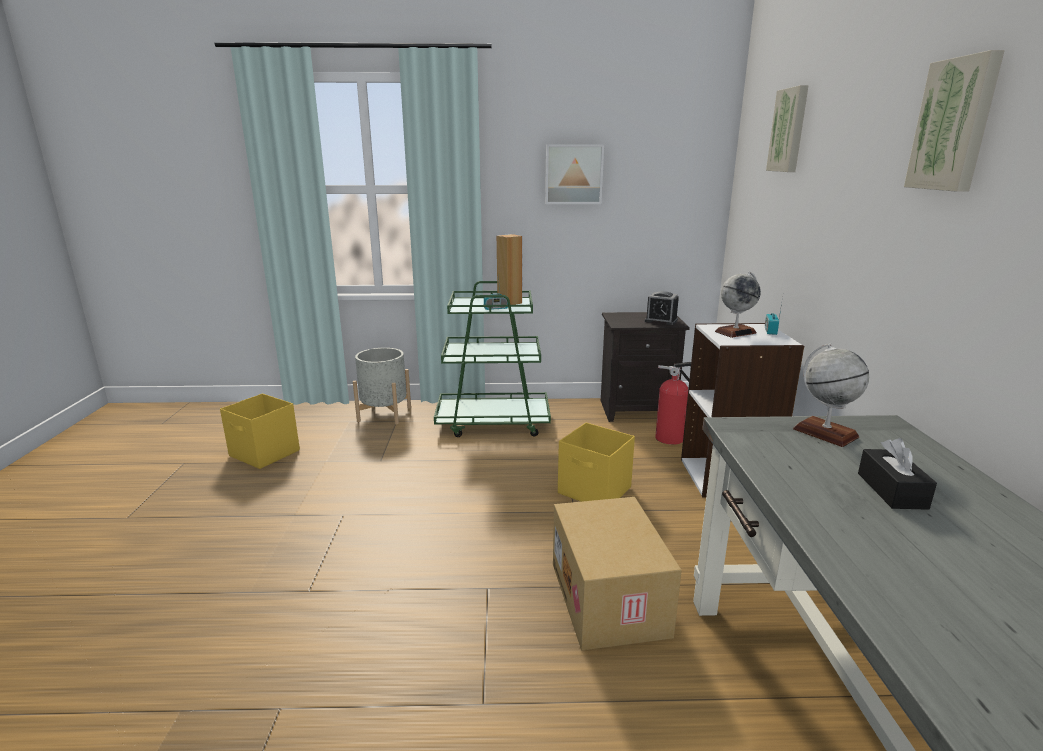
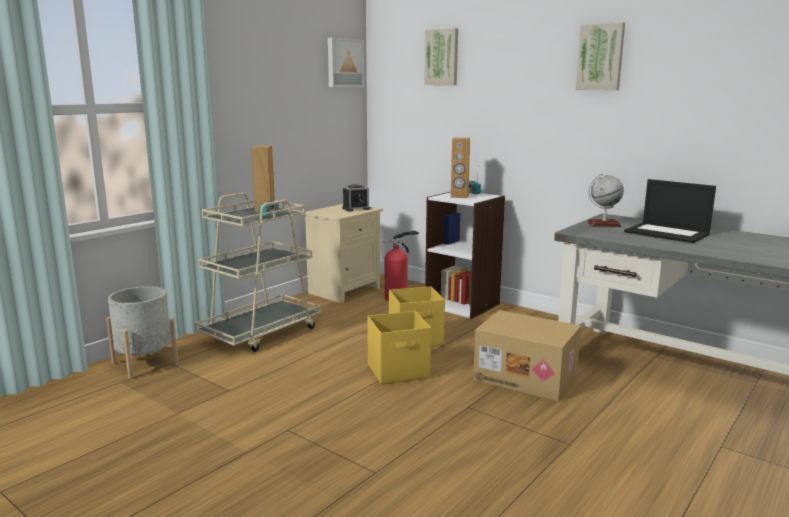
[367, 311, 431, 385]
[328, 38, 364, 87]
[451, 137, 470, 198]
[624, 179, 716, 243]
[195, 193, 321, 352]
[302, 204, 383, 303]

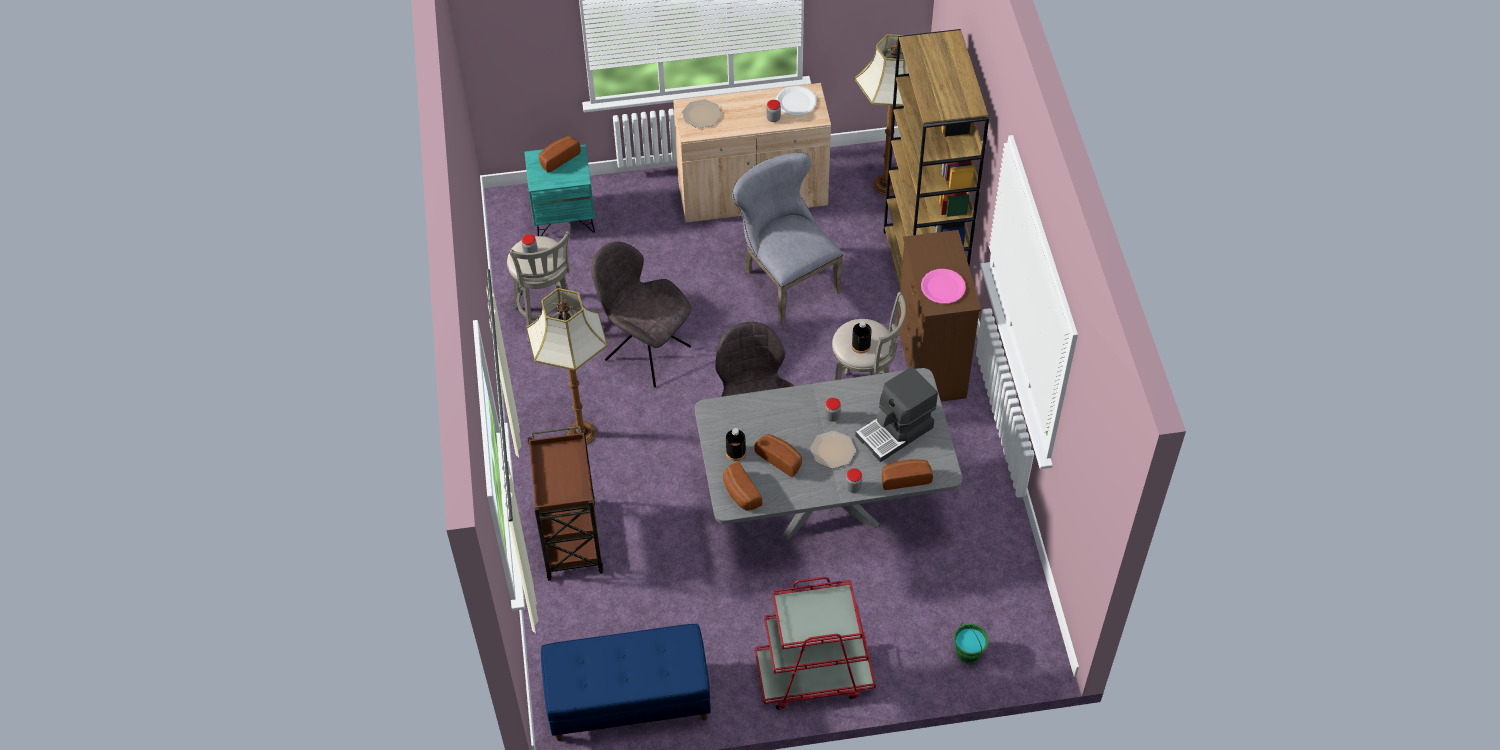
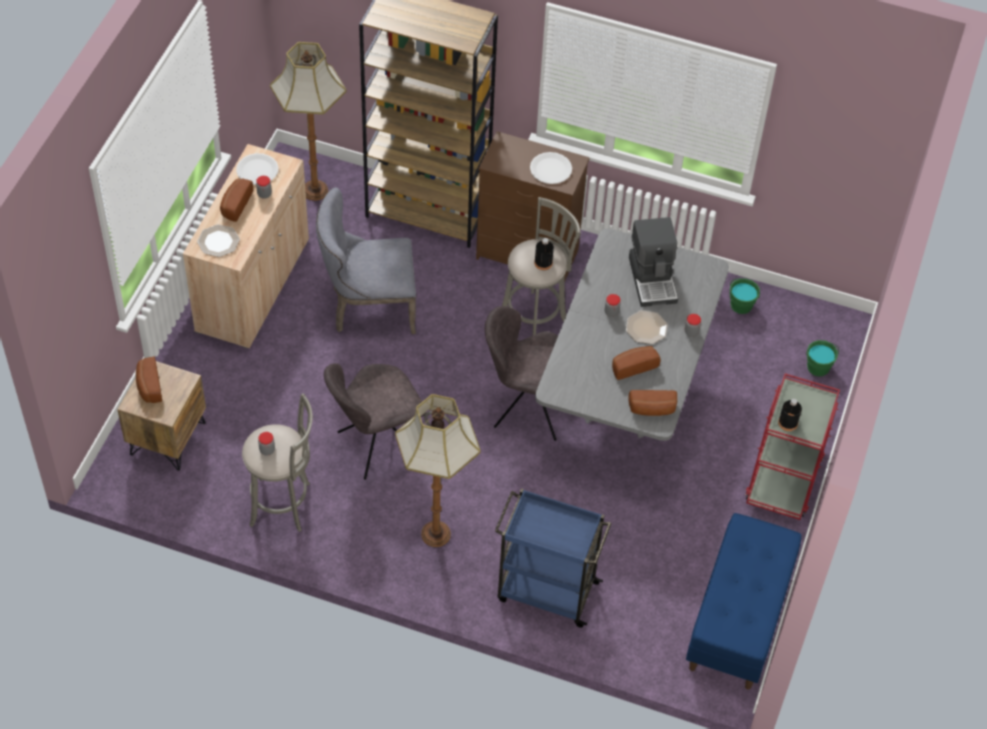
[730, 278, 760, 314]
[778, 399, 802, 431]
[220, 178, 253, 222]
[117, 361, 206, 471]
[495, 488, 612, 628]
[530, 152, 572, 184]

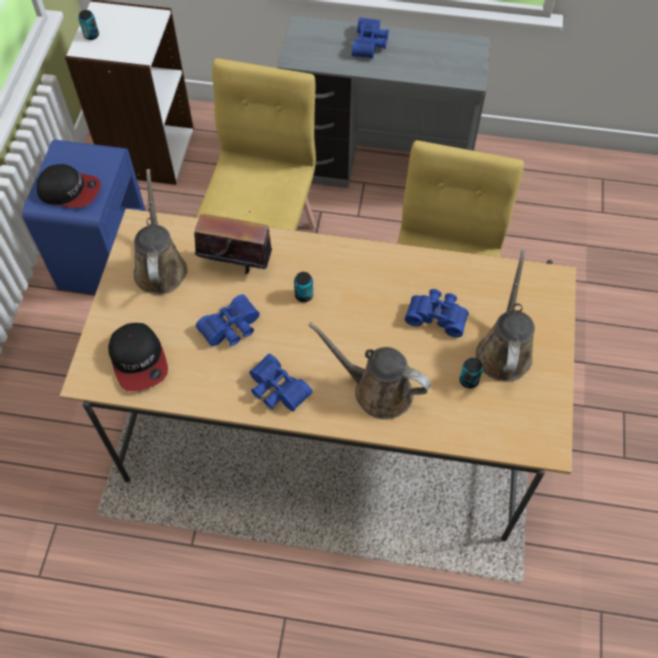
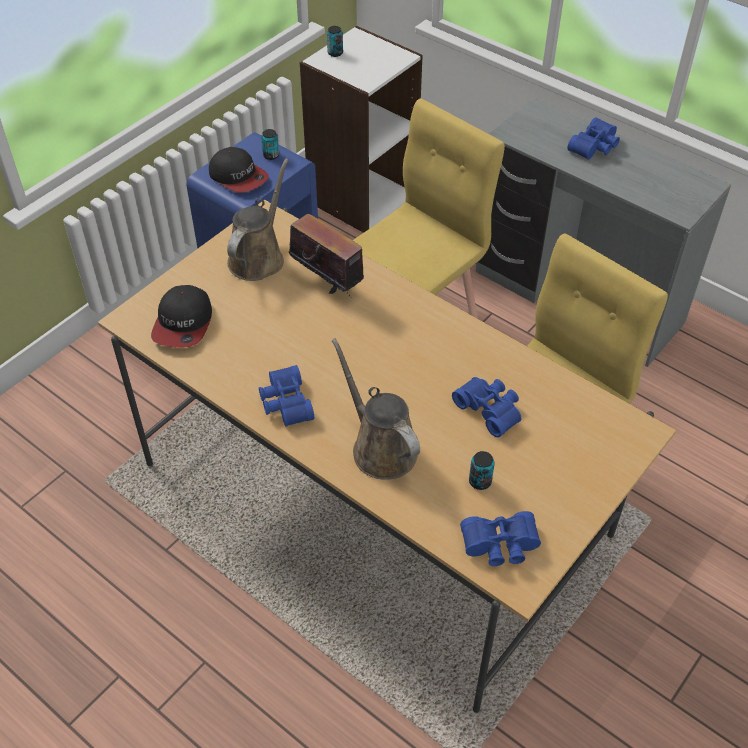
[476, 250, 535, 382] (first image)
[460, 511, 541, 566]
[261, 129, 279, 160]

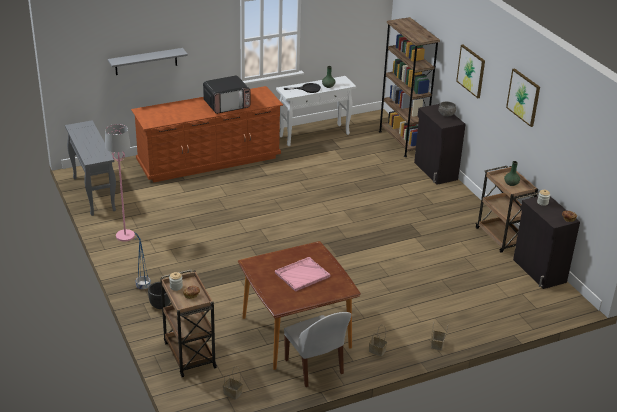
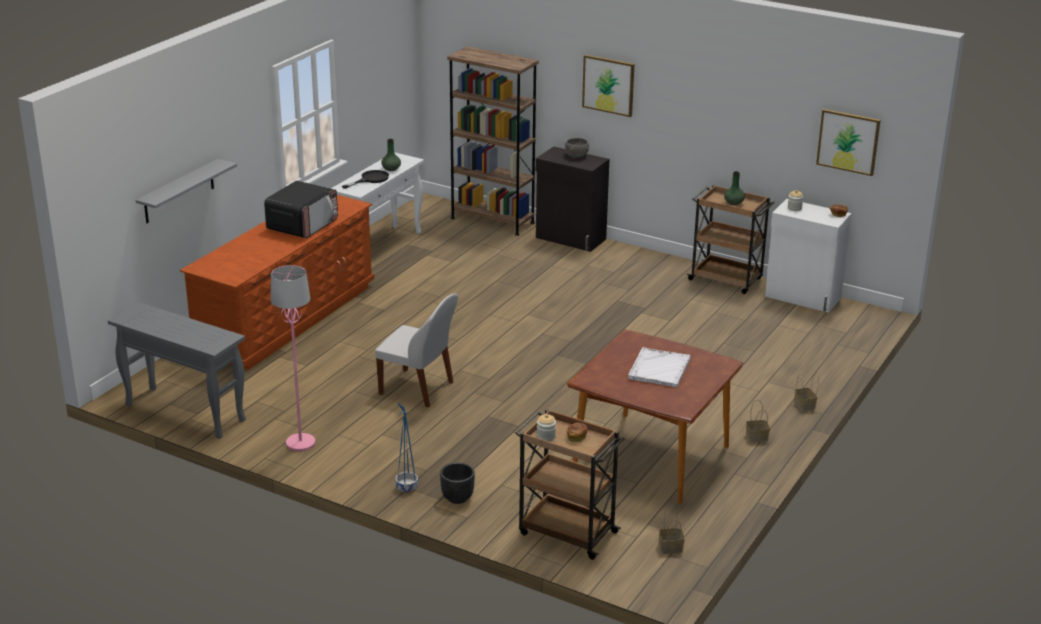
[375, 294, 458, 407]
[816, 109, 880, 176]
[628, 347, 691, 387]
[765, 199, 852, 313]

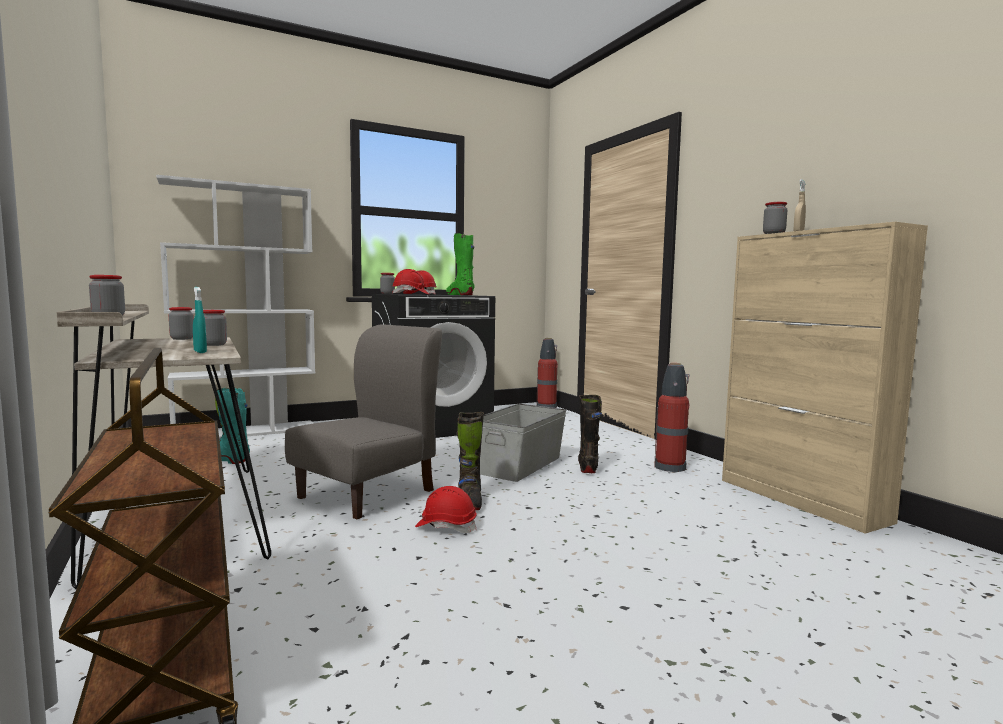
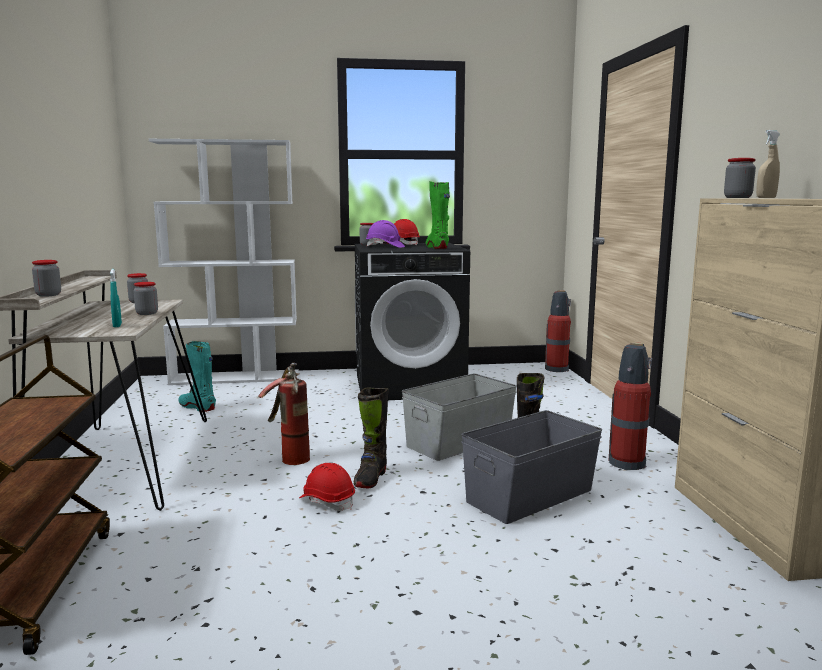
[461, 410, 602, 524]
[258, 363, 310, 465]
[366, 220, 405, 248]

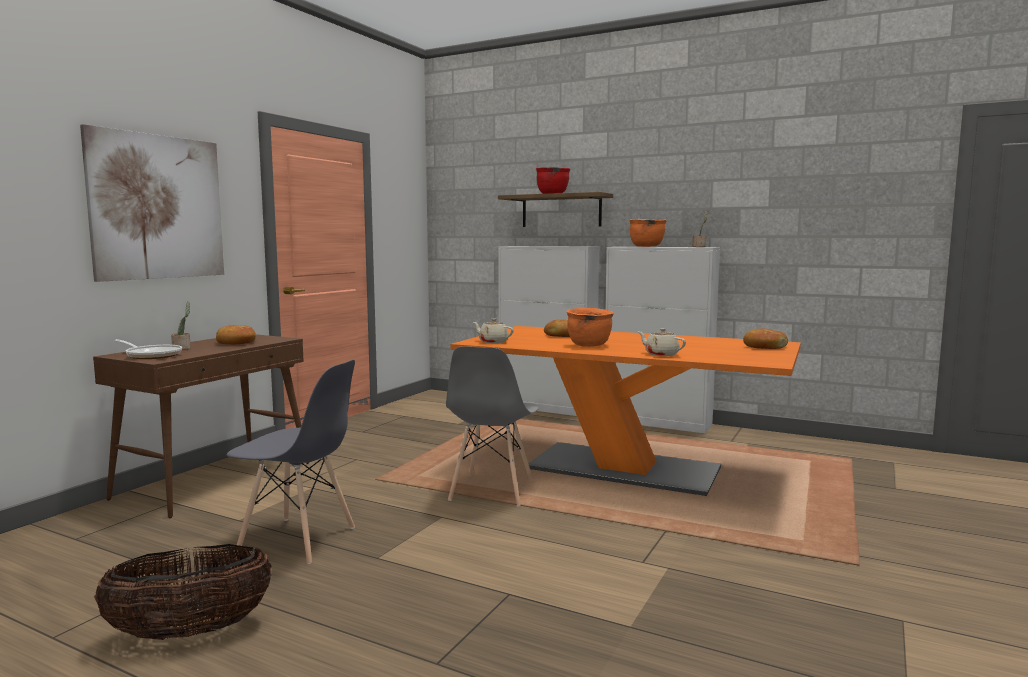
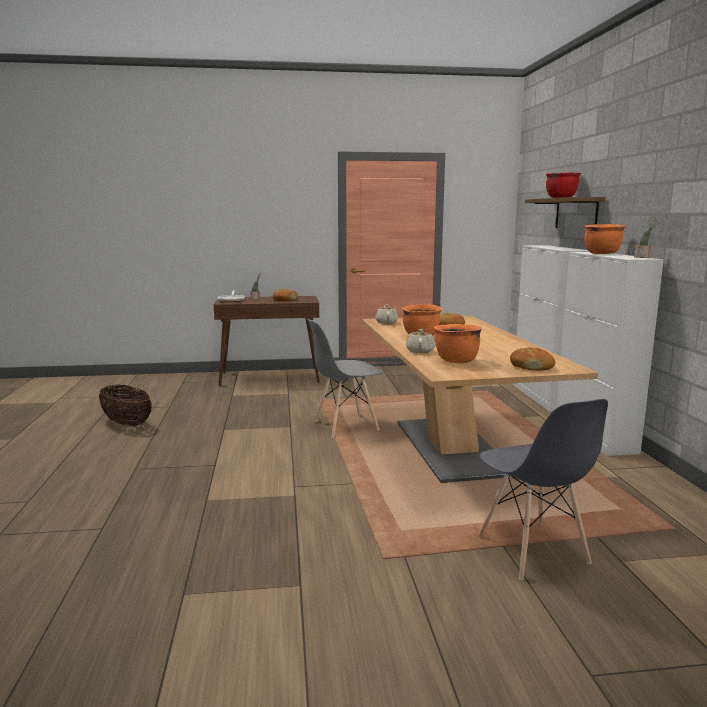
[80, 124, 224, 282] (first image)
[434, 324, 482, 363]
[478, 399, 608, 580]
[362, 316, 598, 483]

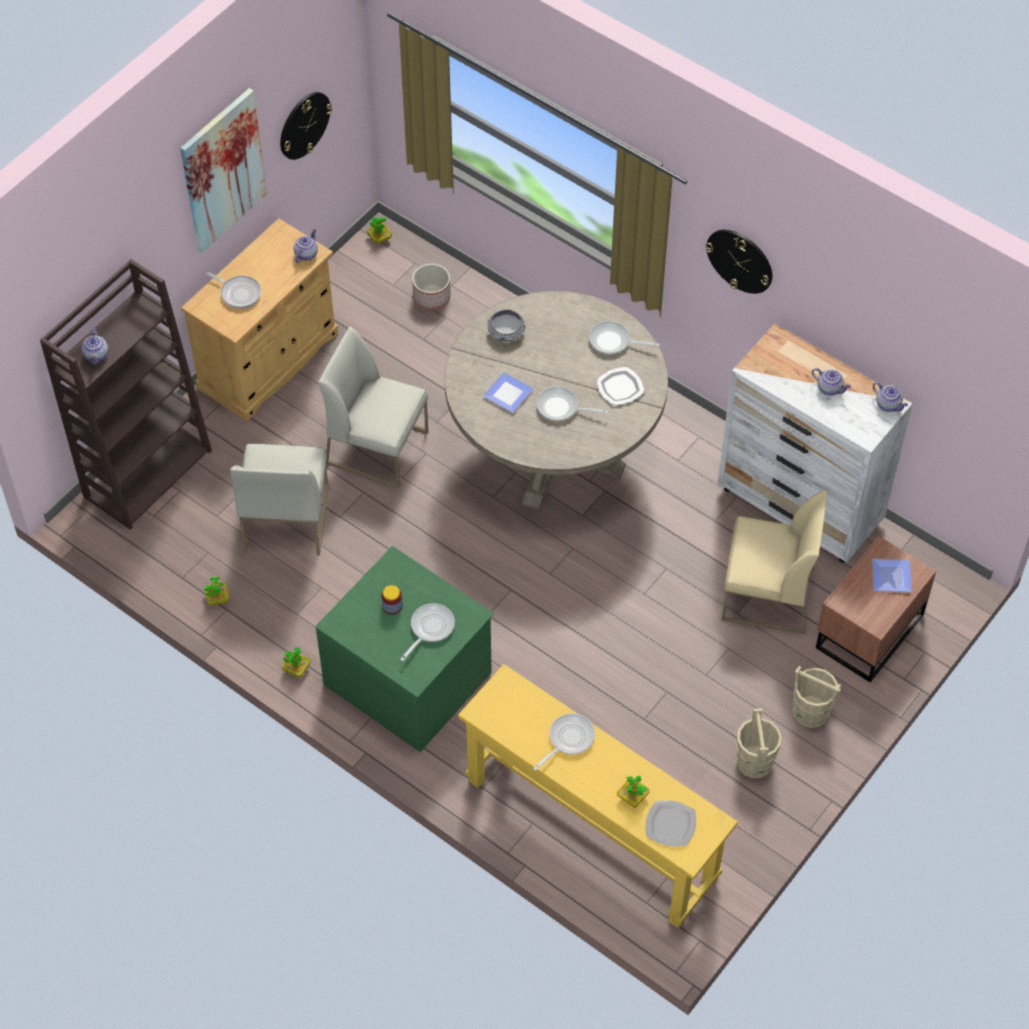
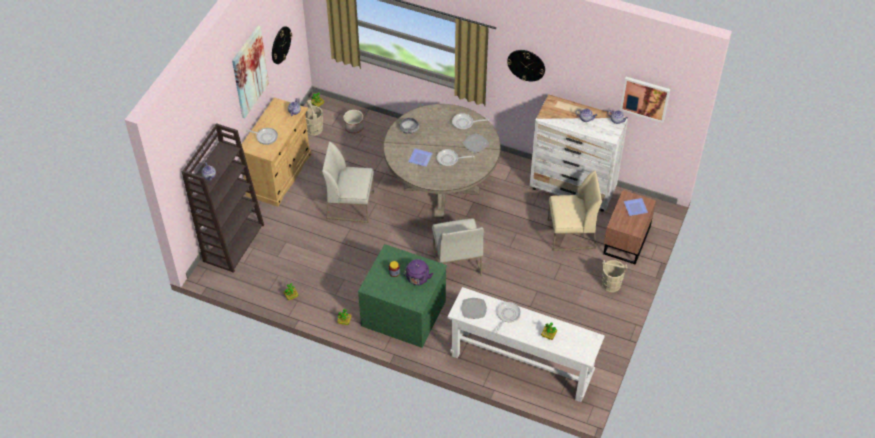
[620, 77, 670, 123]
[432, 218, 484, 276]
[461, 298, 487, 319]
[305, 100, 323, 136]
[404, 259, 433, 285]
[448, 287, 605, 402]

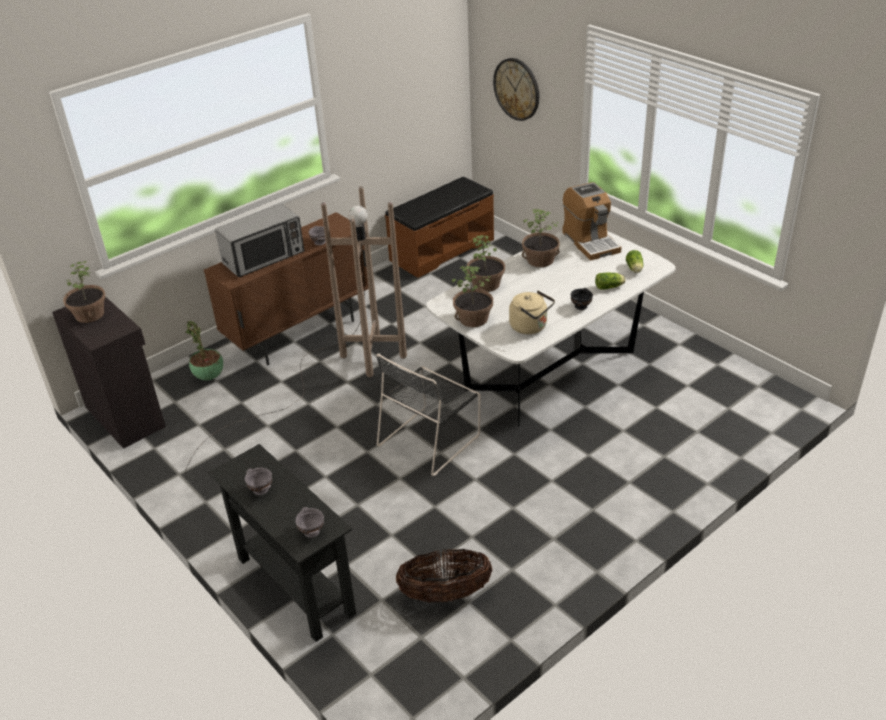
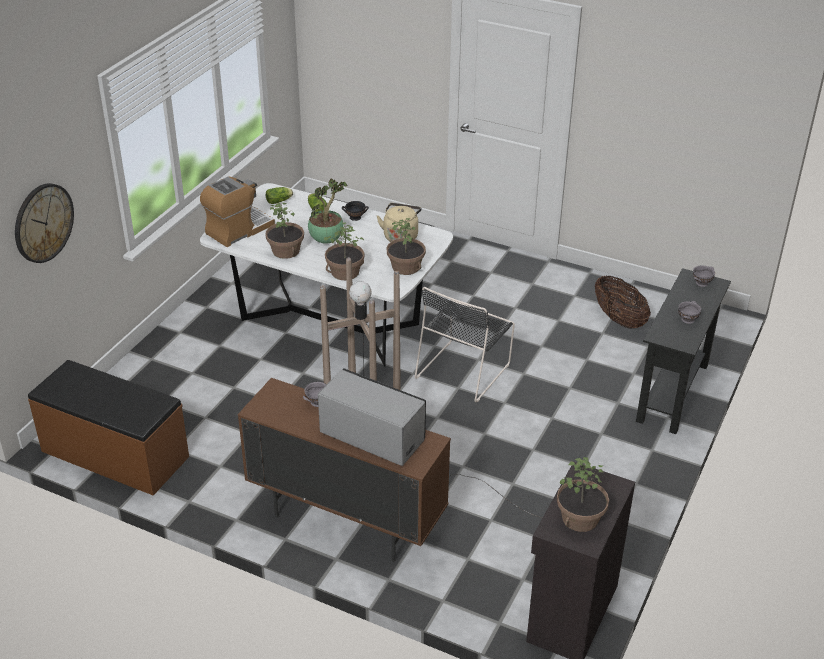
[308, 178, 348, 244]
[415, 287, 515, 402]

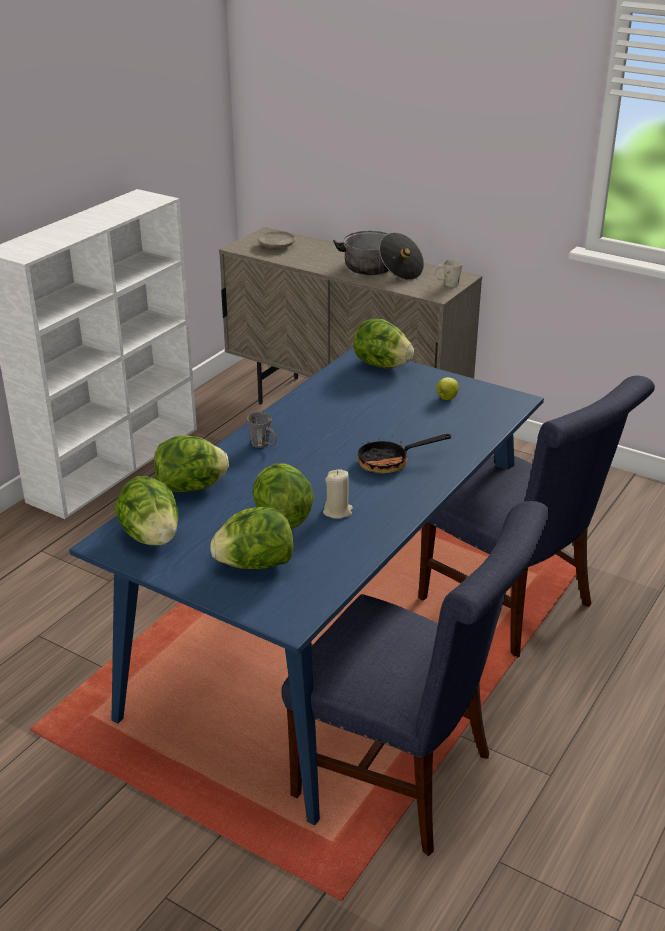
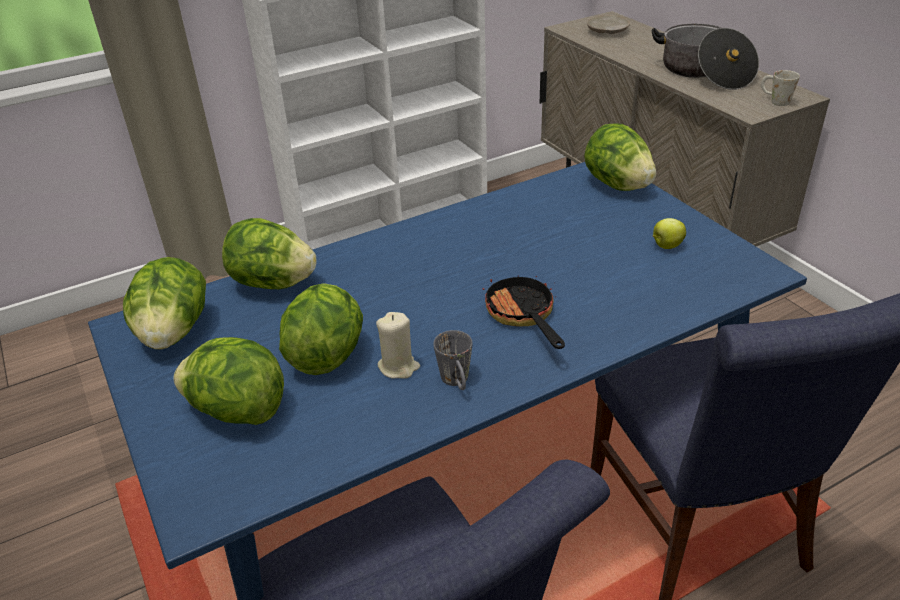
[433, 330, 473, 390]
[483, 275, 565, 349]

